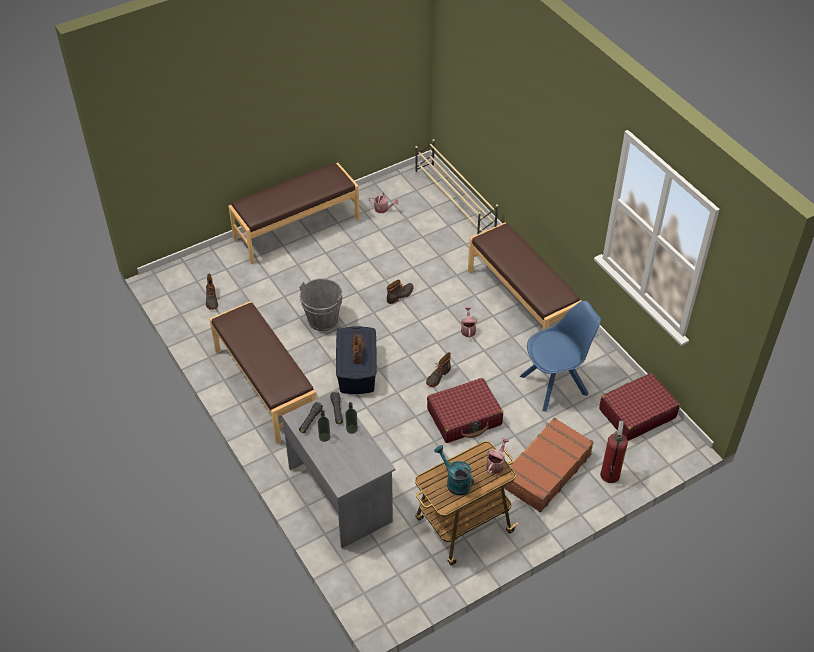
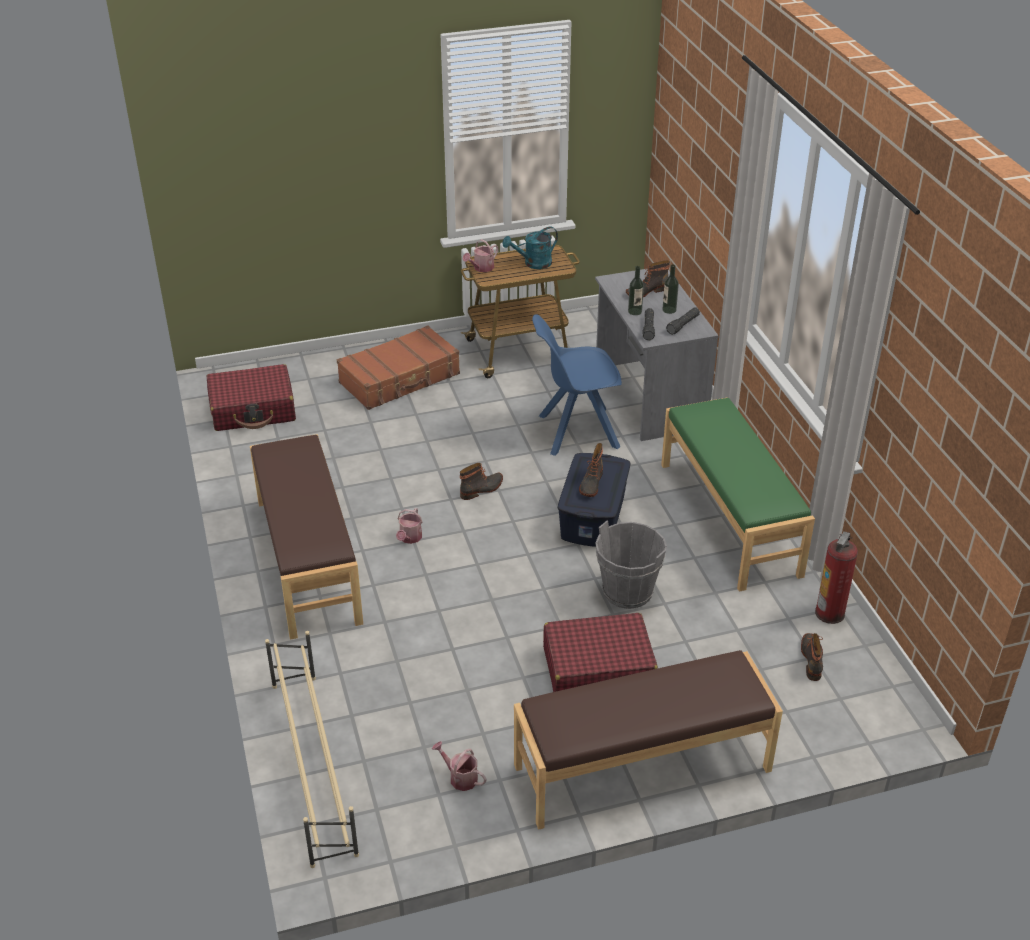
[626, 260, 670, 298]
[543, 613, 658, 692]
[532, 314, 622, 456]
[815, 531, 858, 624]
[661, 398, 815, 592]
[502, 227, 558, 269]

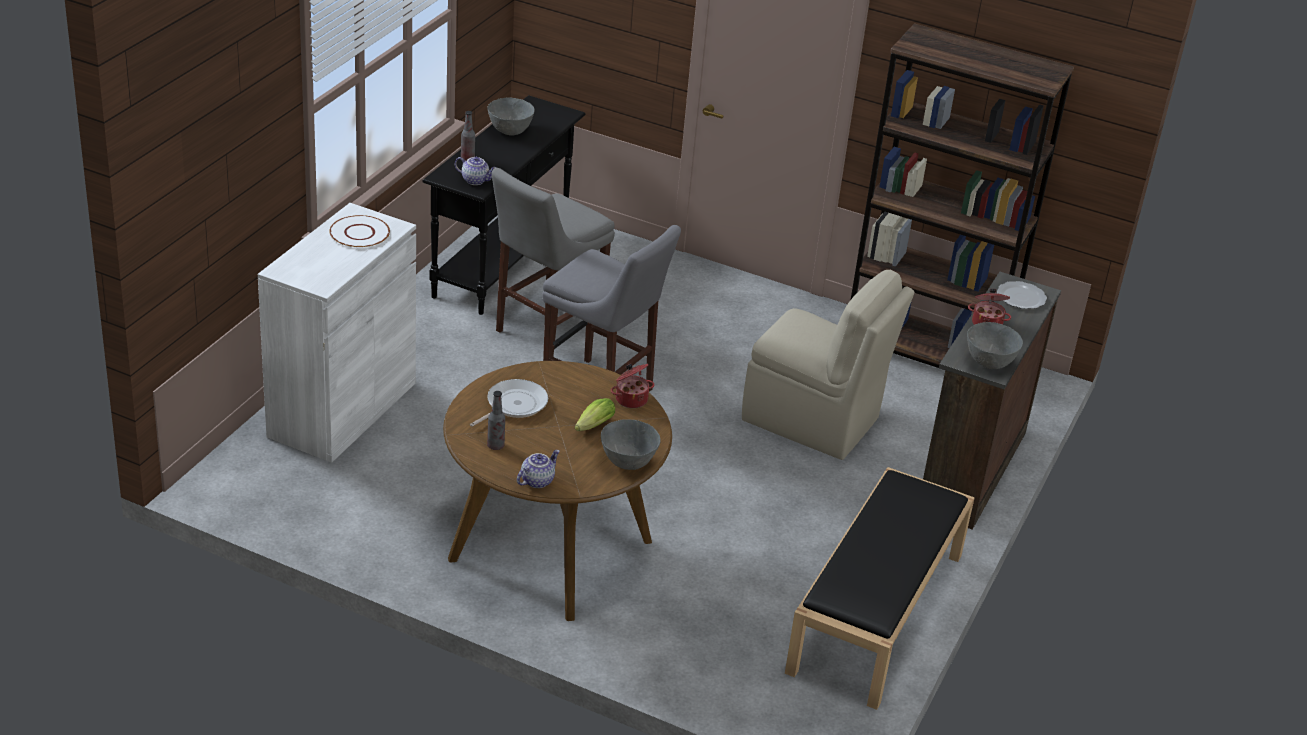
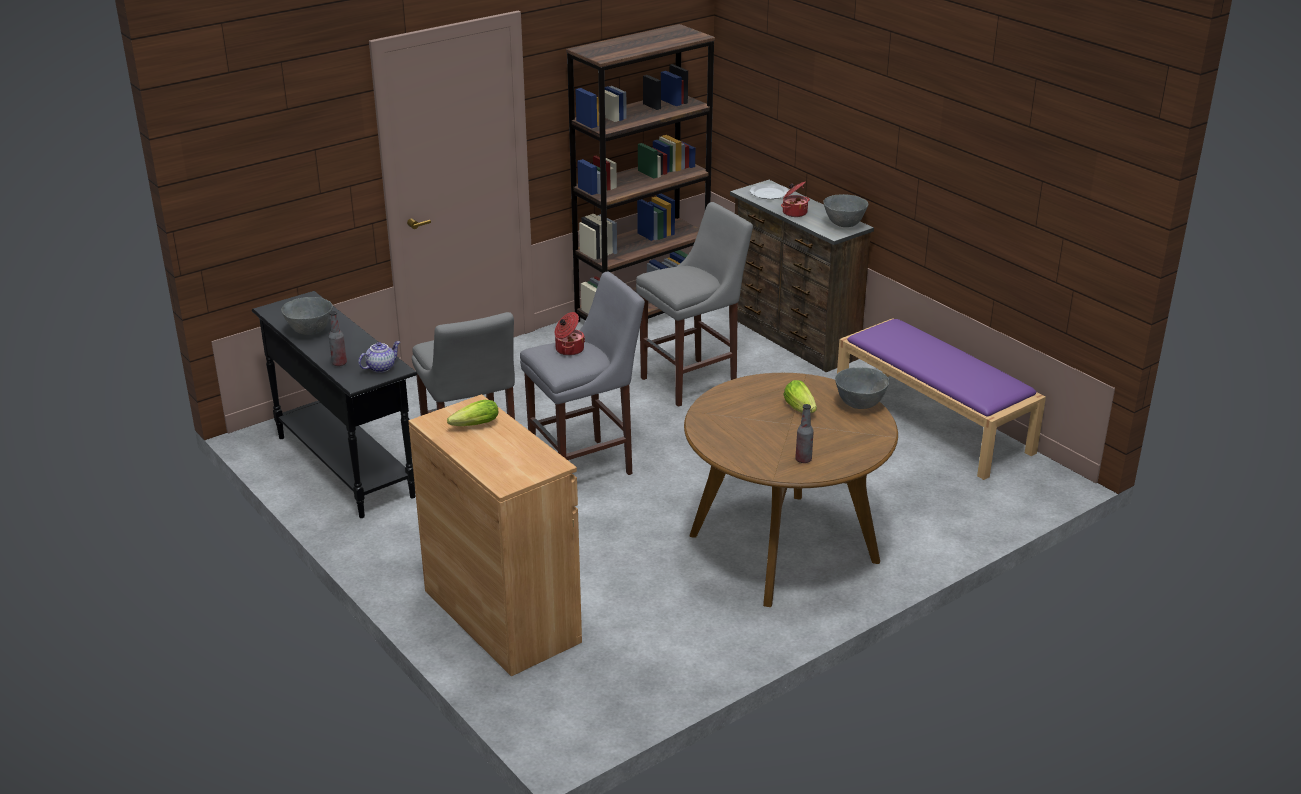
[470, 379, 548, 427] (first image)
[517, 450, 560, 488] (first image)
[555, 312, 585, 356]
[447, 400, 498, 426]
[636, 202, 753, 407]
[408, 394, 582, 676]
[837, 318, 1046, 480]

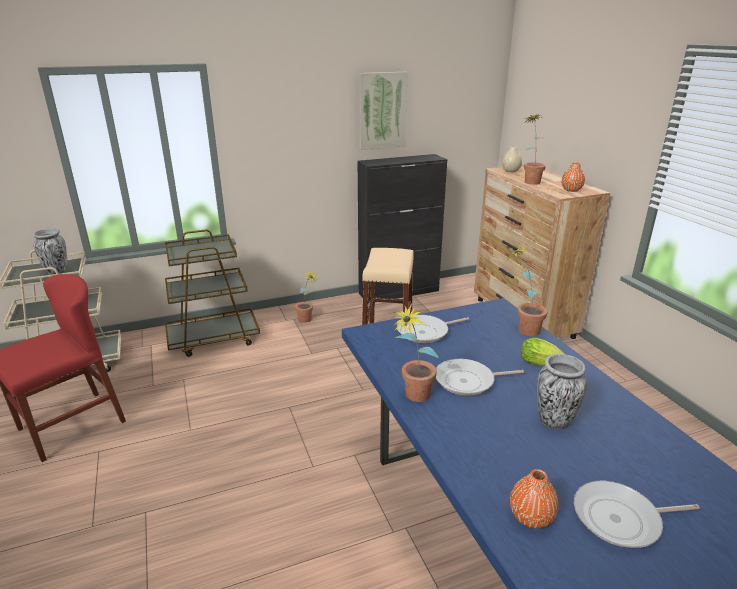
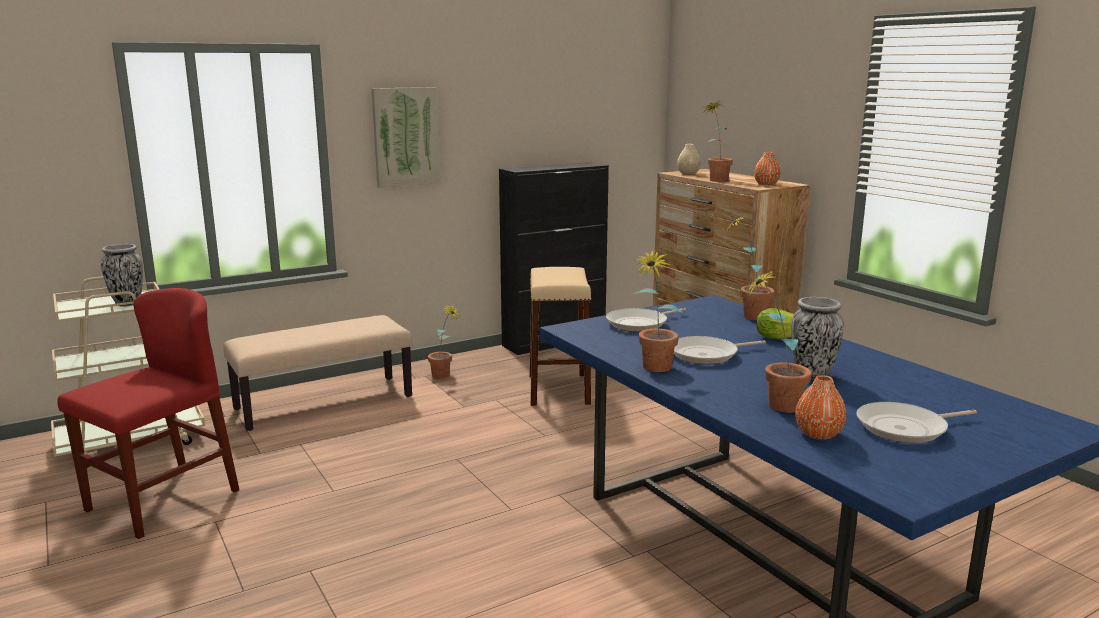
[743, 269, 812, 413]
[371, 87, 440, 188]
[223, 315, 412, 431]

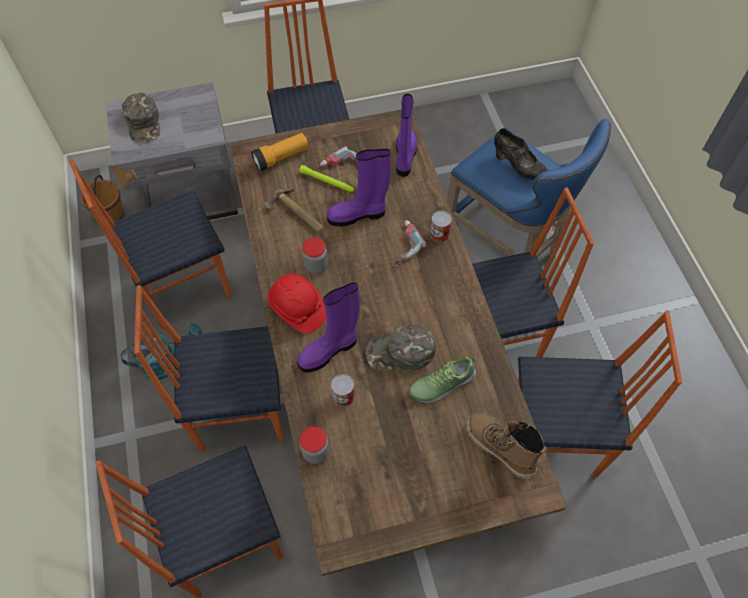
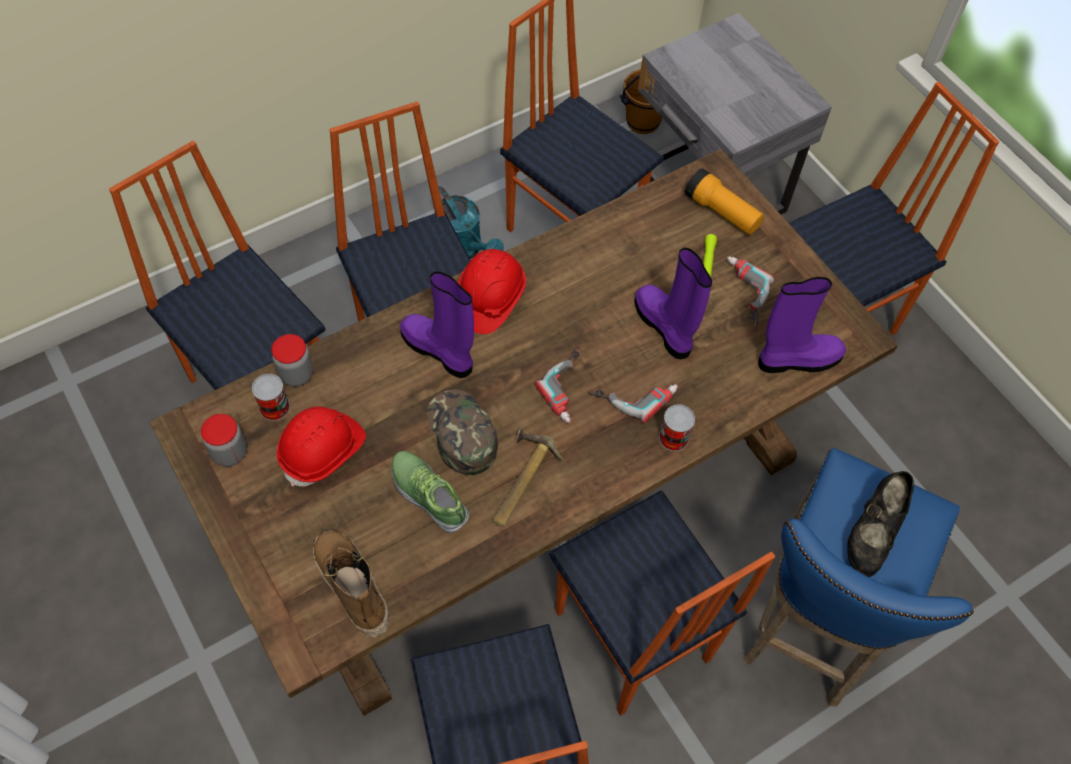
[122, 93, 160, 142] (first image)
[277, 407, 366, 487]
[535, 346, 580, 423]
[492, 428, 562, 527]
[201, 414, 247, 467]
[252, 374, 290, 421]
[313, 531, 389, 637]

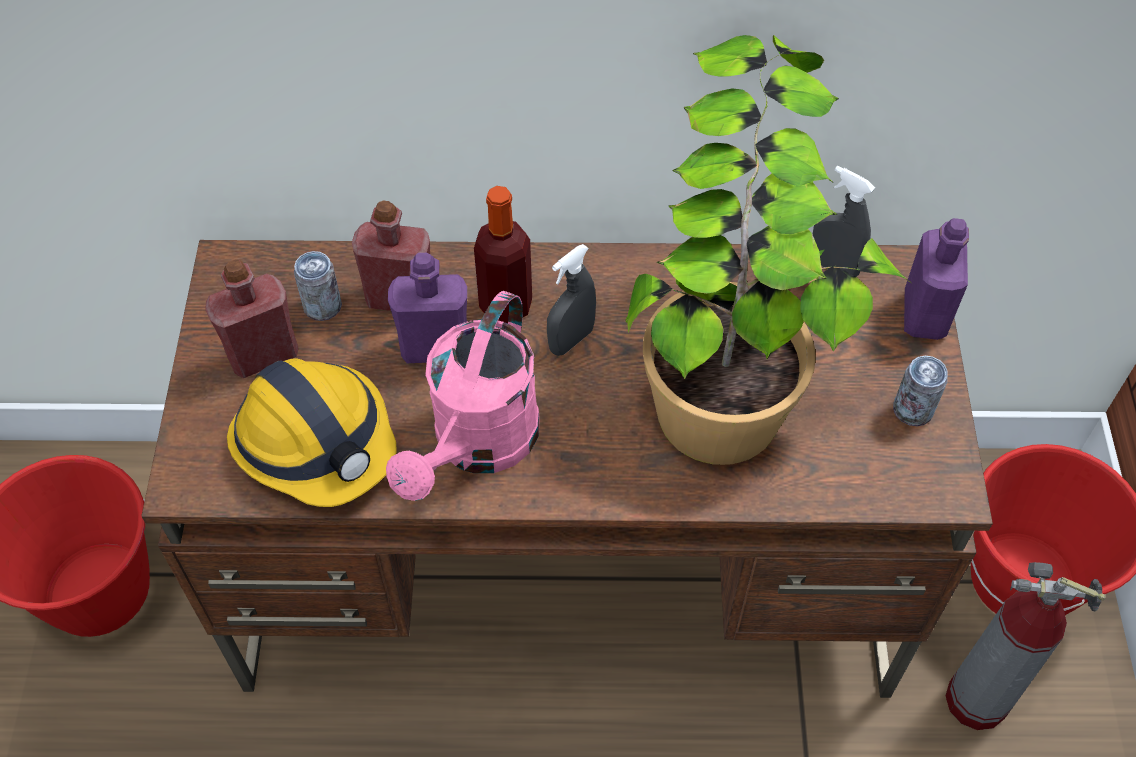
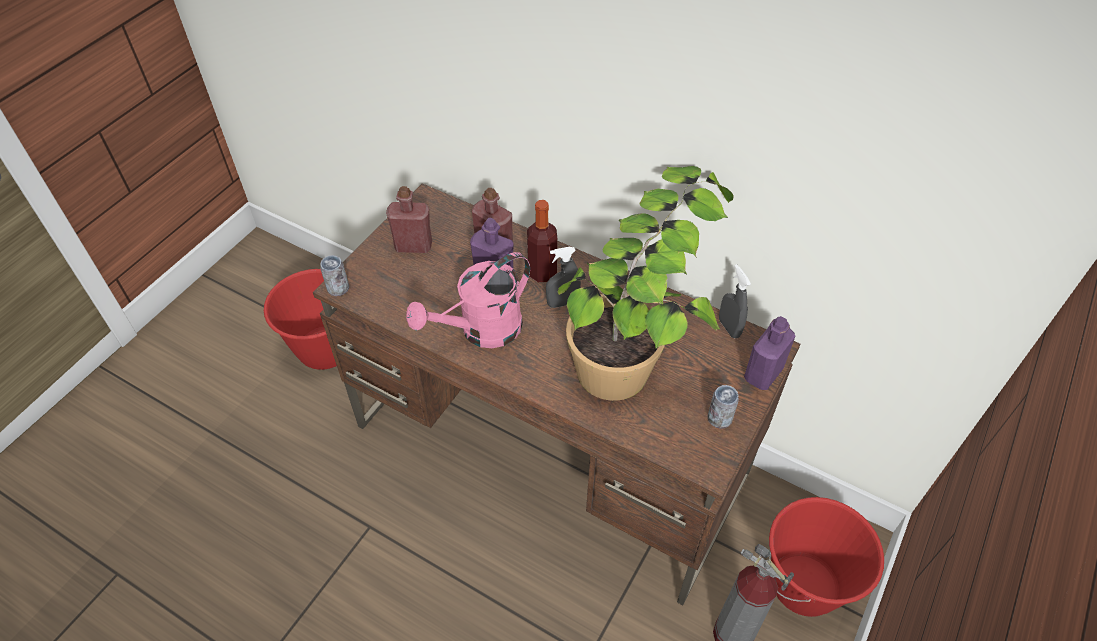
[227, 358, 397, 507] (first image)
[320, 255, 349, 296]

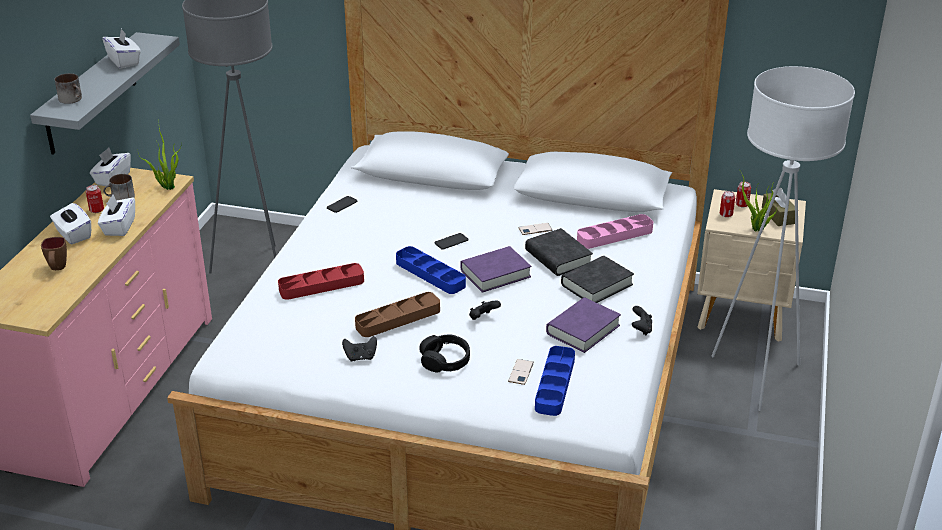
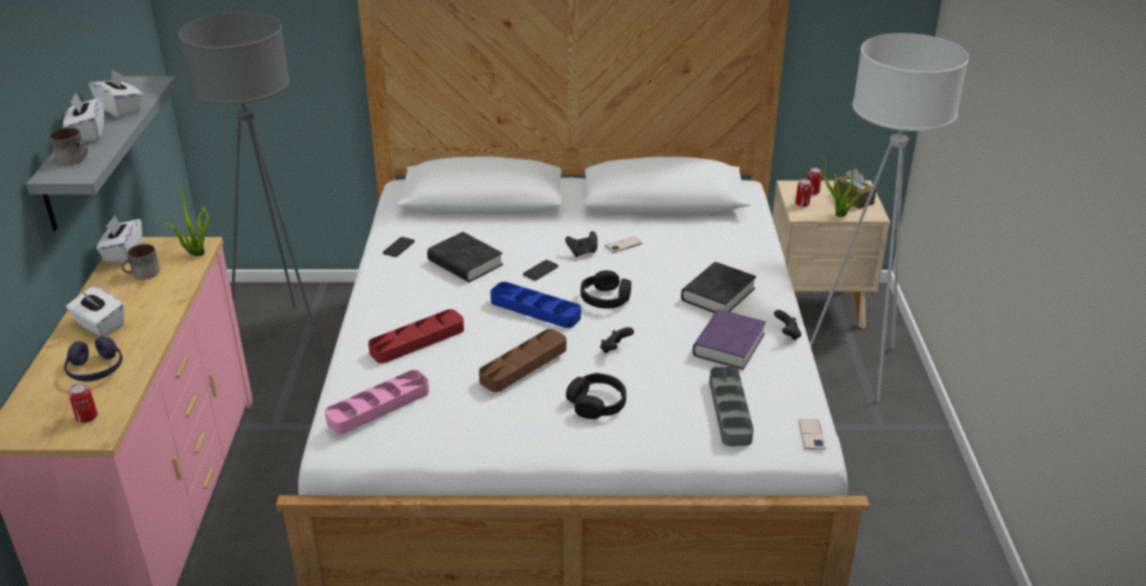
[69, 383, 97, 423]
[63, 92, 105, 142]
[565, 231, 598, 257]
[799, 420, 826, 450]
[427, 232, 503, 282]
[325, 370, 429, 434]
[64, 336, 123, 381]
[581, 270, 631, 308]
[709, 367, 754, 446]

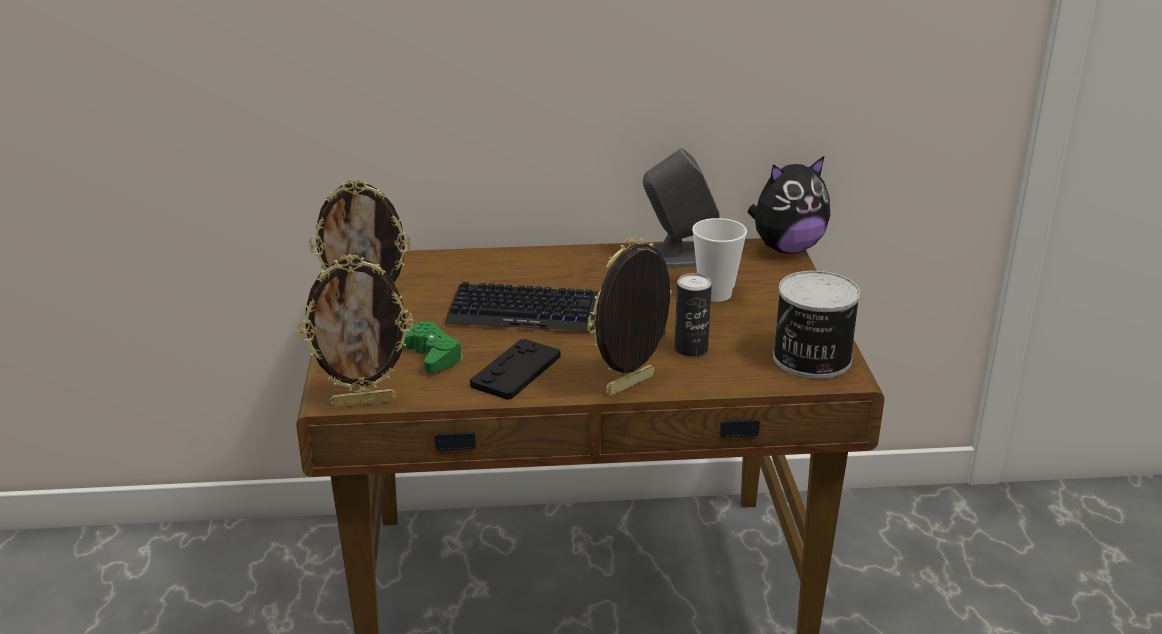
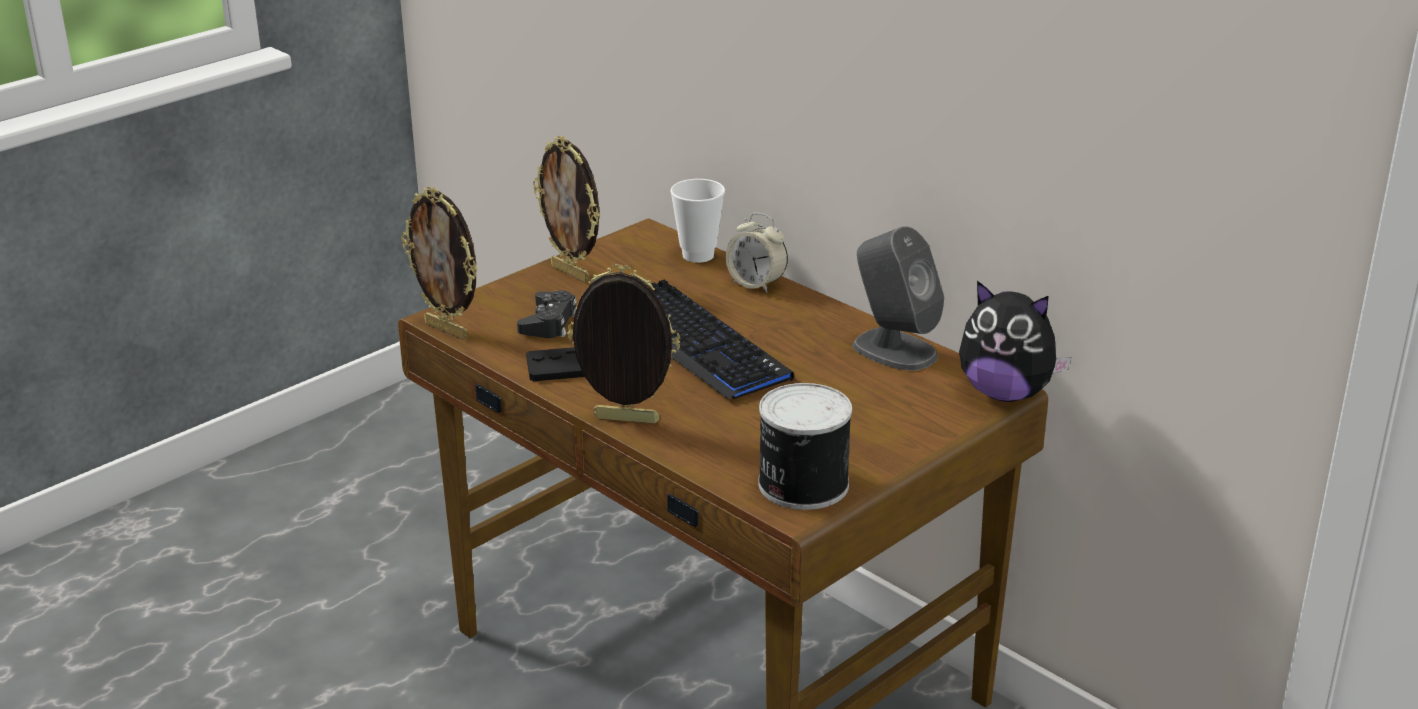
[674, 273, 712, 357] (first image)
[726, 213, 788, 293]
[670, 179, 725, 263]
[517, 290, 576, 338]

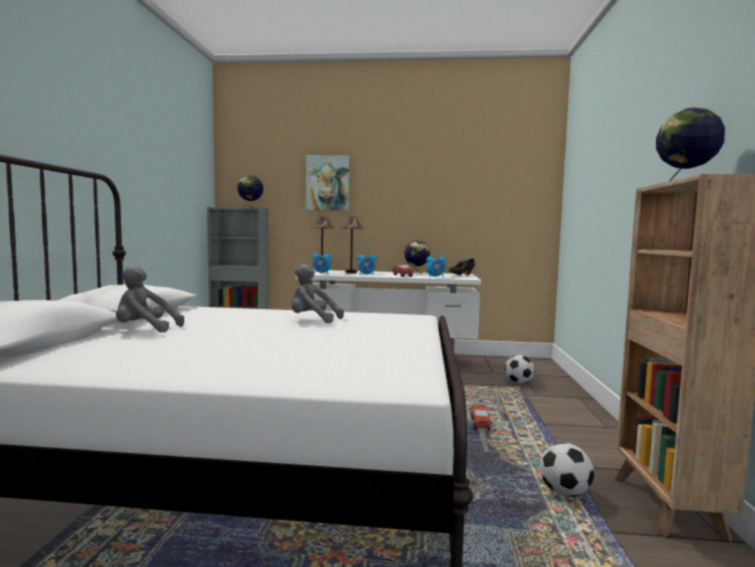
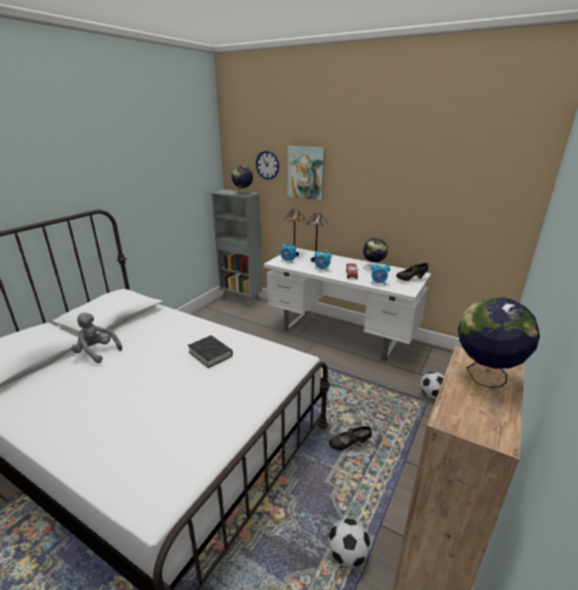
[256, 151, 279, 180]
[188, 335, 233, 368]
[329, 426, 372, 450]

